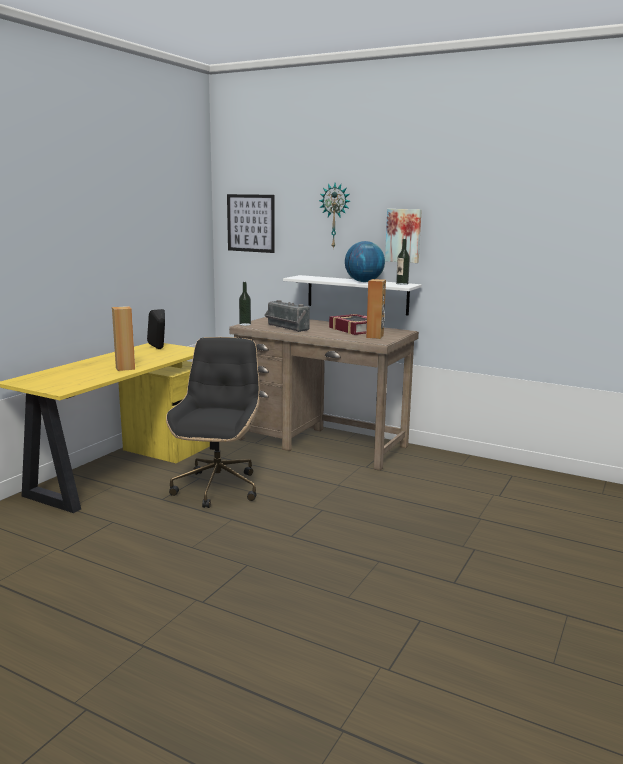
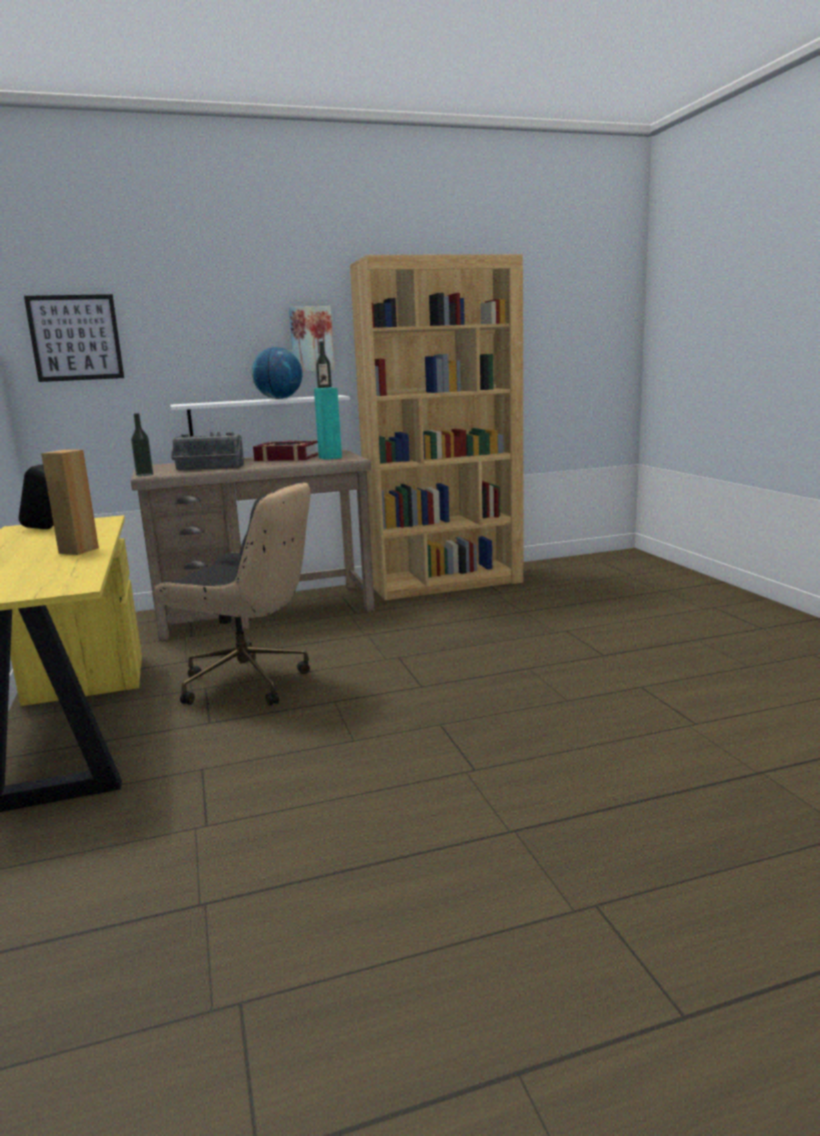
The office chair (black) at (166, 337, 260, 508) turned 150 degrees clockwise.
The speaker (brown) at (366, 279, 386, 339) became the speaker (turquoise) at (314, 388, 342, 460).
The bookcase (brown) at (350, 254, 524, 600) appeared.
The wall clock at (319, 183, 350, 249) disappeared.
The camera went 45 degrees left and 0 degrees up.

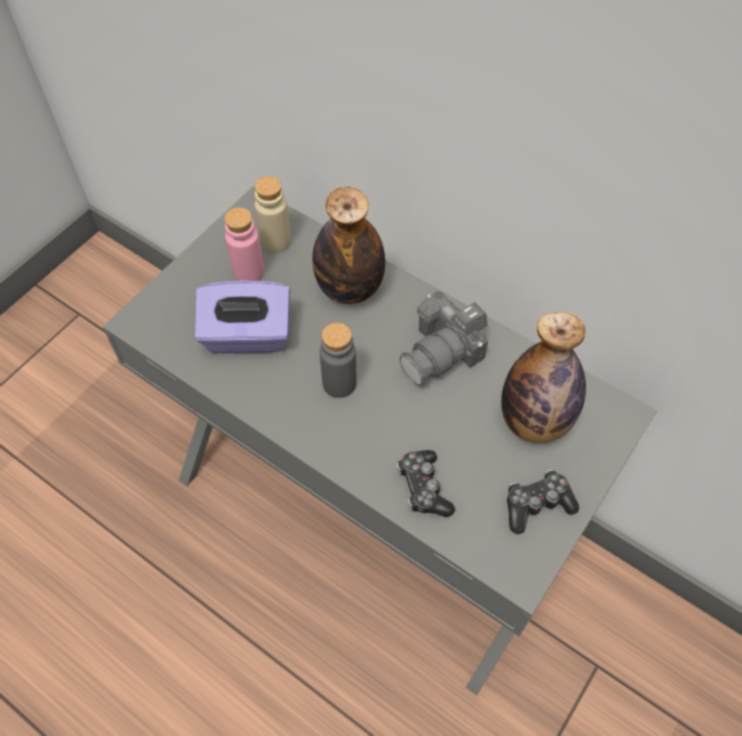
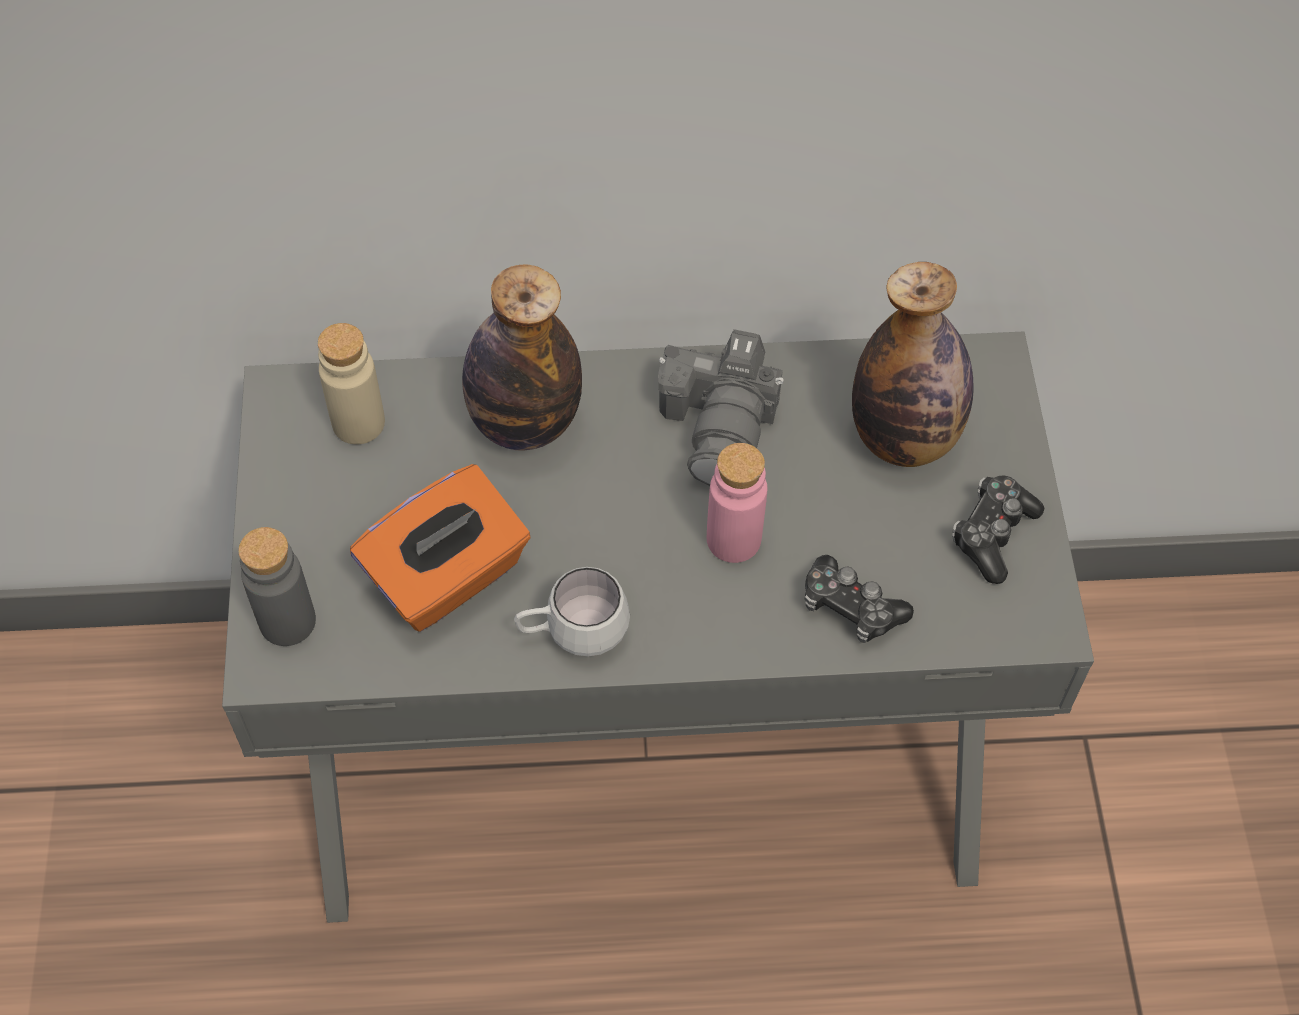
The bottle (grey) moved from (320, 323, 357, 398) to (238, 527, 316, 646).
The tissue box (purple) at (195, 281, 290, 353) became the tissue box (orange) at (350, 464, 531, 632).
The mug (white) at (514, 567, 630, 656) appeared.
The bottle (pink) moved from (224, 207, 264, 281) to (707, 443, 767, 563).
The camera went 40 degrees left and 0 degrees up.

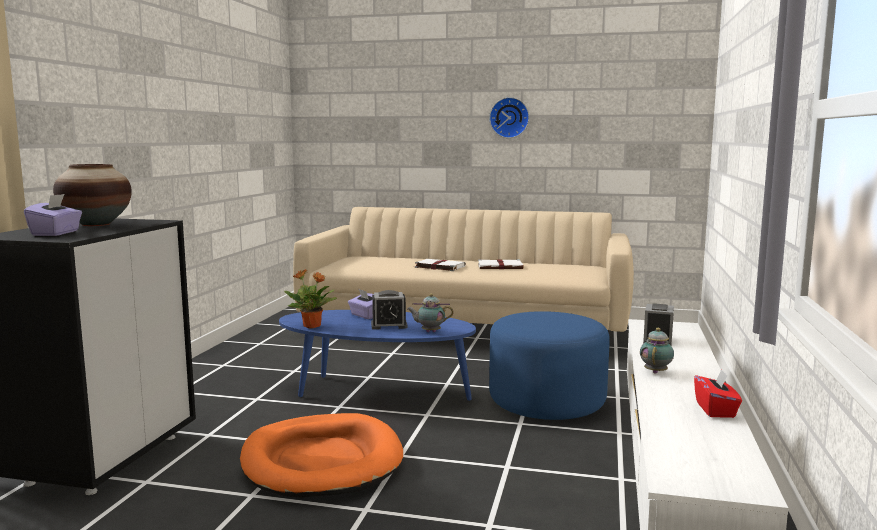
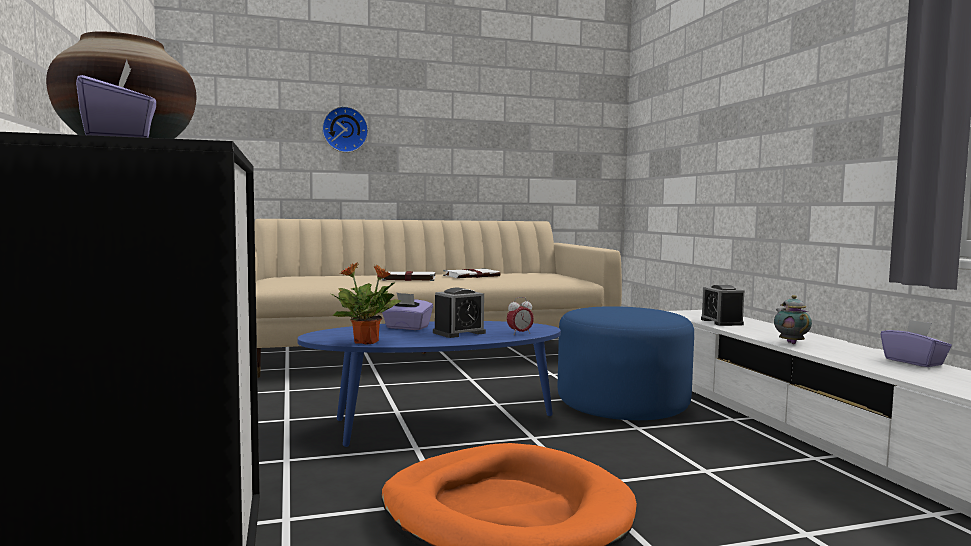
The wall clock moved from (489, 97, 529, 138) to (322, 106, 368, 153).
The teapot at (407, 294, 454, 332) was replaced by the alarm clock at (507, 297, 534, 335).
The tissue box (red) at (694, 369, 742, 418) became the tissue box (purple) at (881, 320, 952, 367).
The camera went 30 degrees left and 5 degrees down.

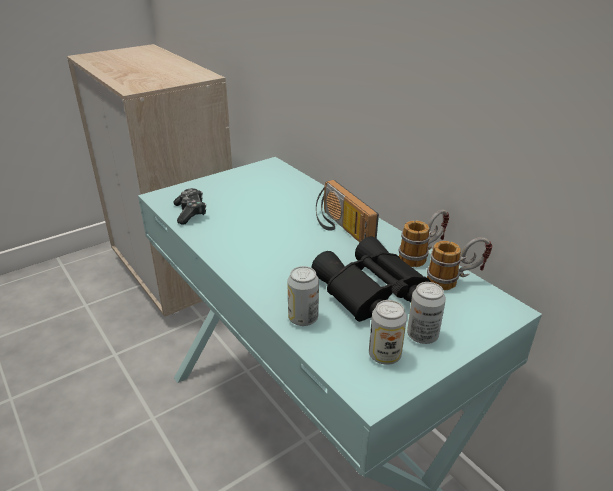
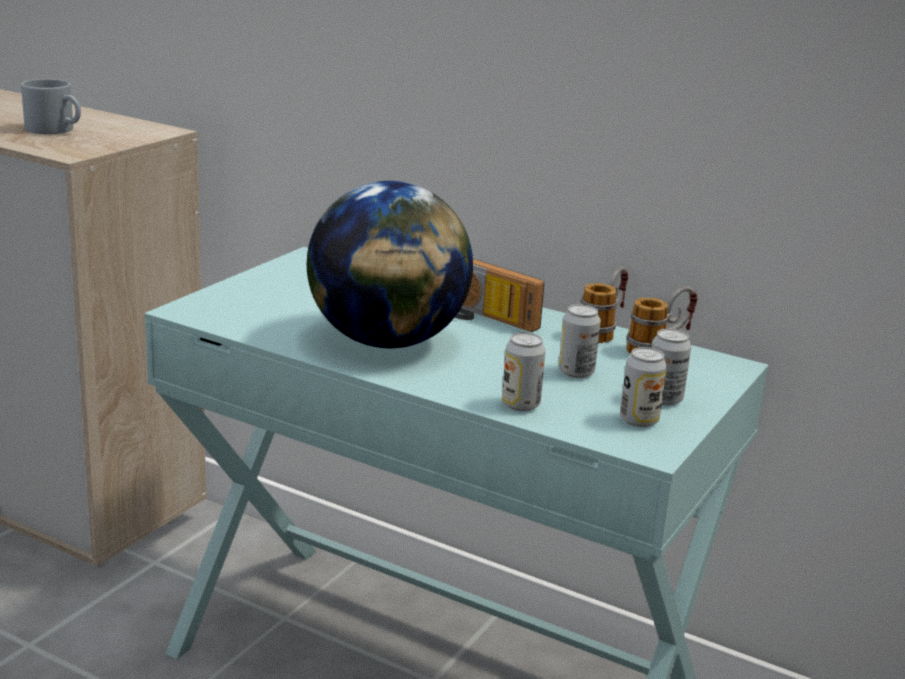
The mug (grey) at (21, 79, 81, 134) appeared.
The globe at (307, 181, 473, 348) appeared.
The binoculars (black) at (311, 236, 431, 322) was replaced by the can at (559, 304, 601, 378).
The game controller at (173, 188, 206, 225) disappeared.
The camera went 25 degrees left and 10 degrees down.

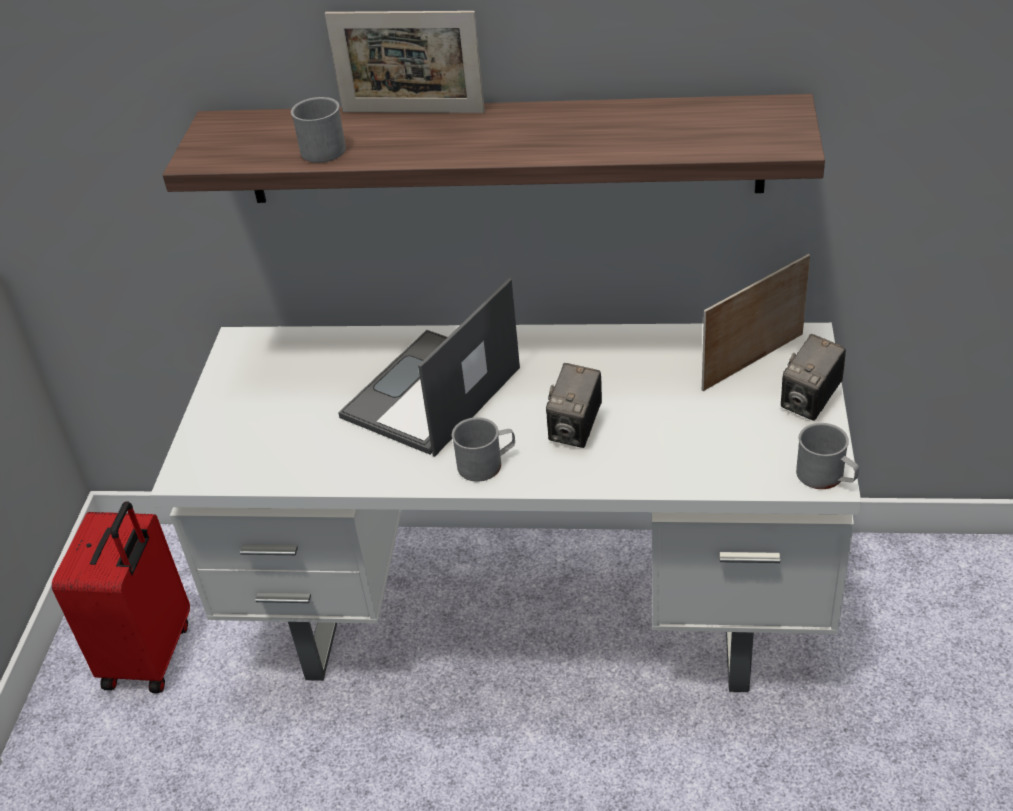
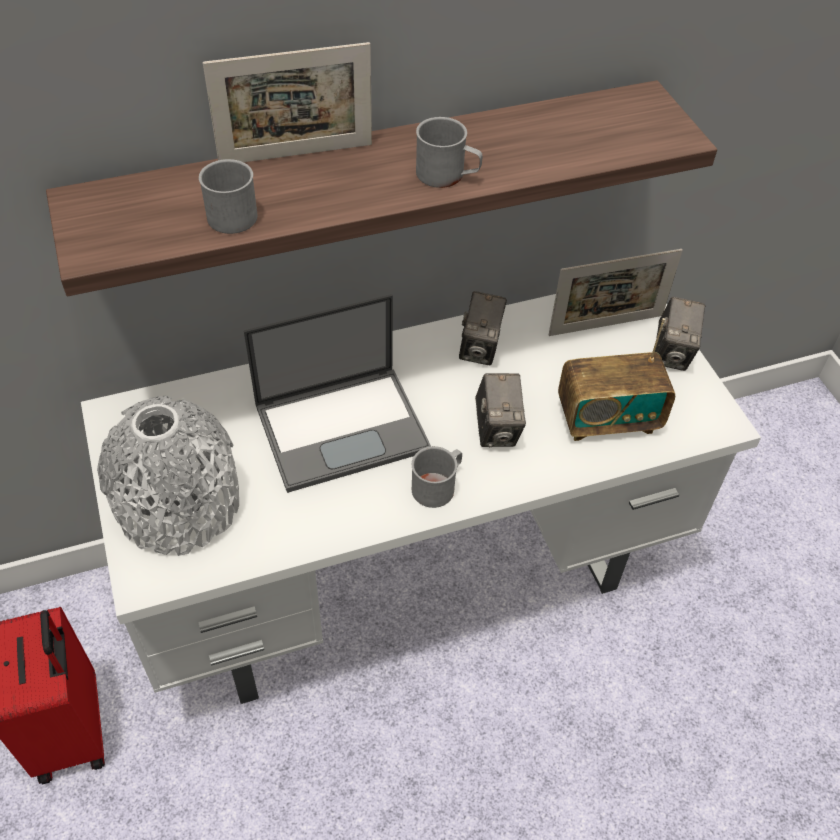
The vase (grey) at (97, 396, 239, 556) appeared.
The laptop at (338, 278, 520, 457) turned 120 degrees counterclockwise.
The mug (grey) moved from (796, 423, 859, 489) to (416, 117, 483, 188).
The photo camera at (459, 291, 507, 365) appeared.
The picture frame at (702, 254, 810, 391) turned 135 degrees counterclockwise.
The radio at (558, 318, 675, 441) appeared.
The camera went 30 degrees left and 10 degrees up.

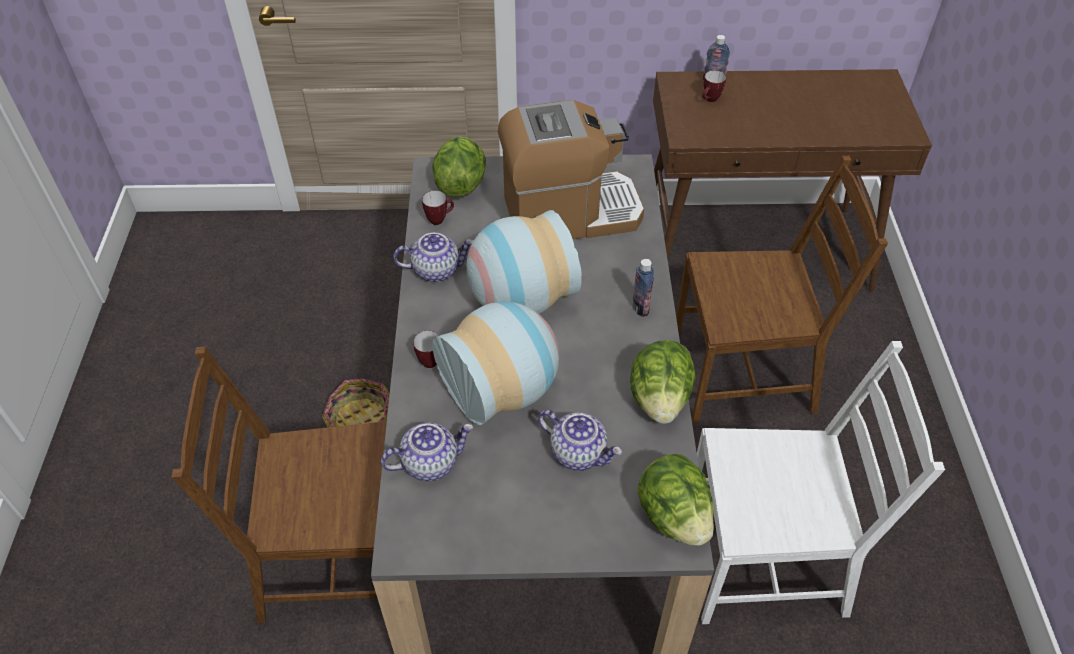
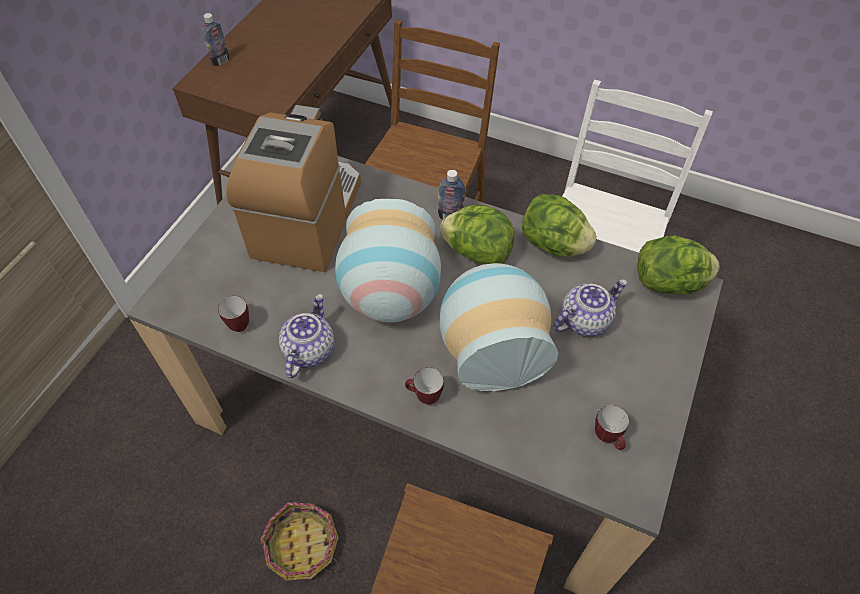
The lettuce moved from (432, 137, 486, 198) to (439, 205, 514, 264).
The mug moved from (702, 70, 726, 102) to (595, 405, 629, 450).
The teapot at (381, 423, 473, 481) disappeared.
The camera went 65 degrees left and 5 degrees up.

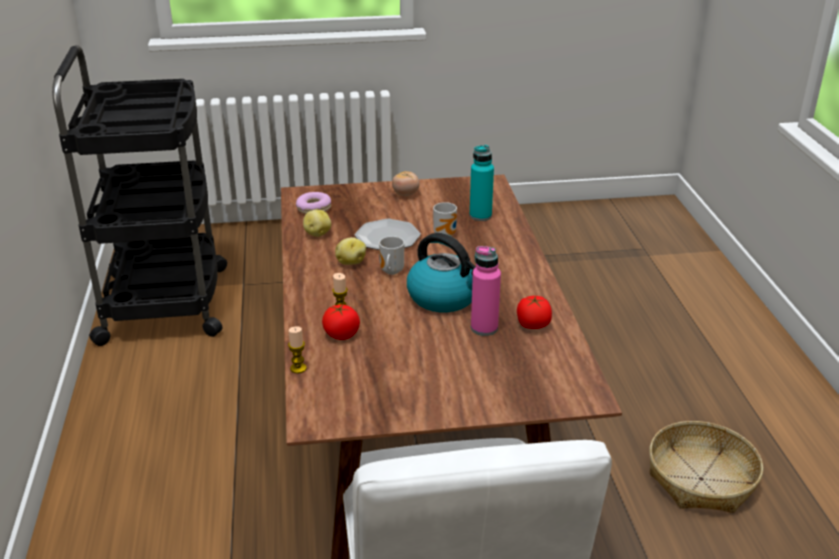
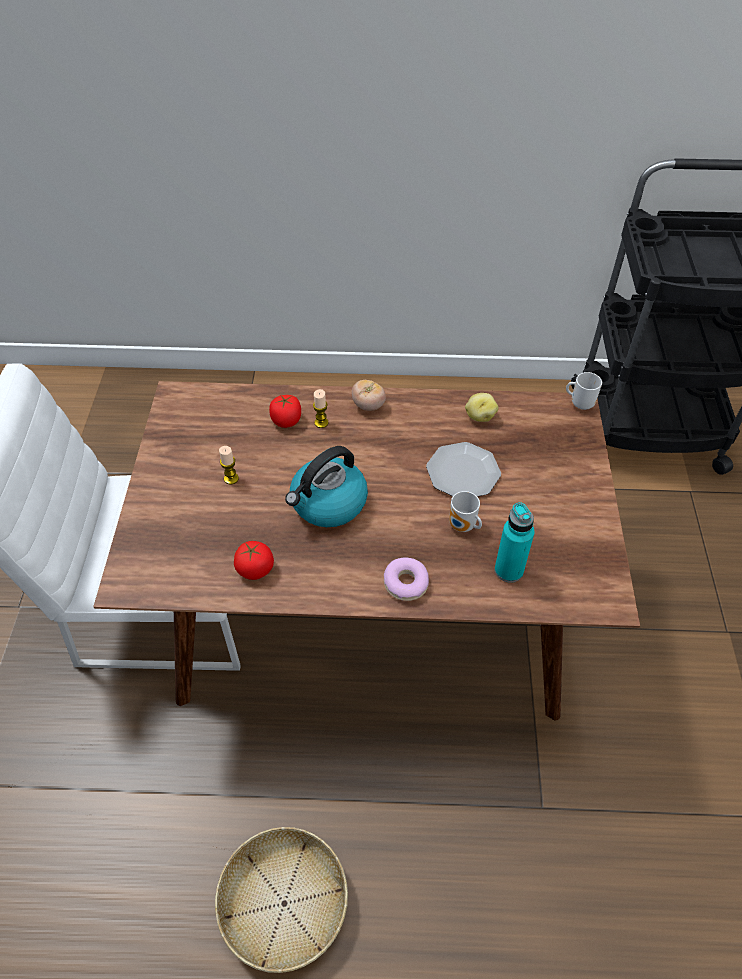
The candle moved from (288, 326, 307, 374) to (219, 446, 239, 485).
The tomato moved from (392, 171, 419, 196) to (352, 380, 386, 411).
The donut moved from (296, 192, 331, 214) to (384, 558, 429, 601).
The mug moved from (379, 236, 404, 275) to (566, 372, 602, 410).
The potato at (335, 237, 366, 265) disappeared.
The bottle (pink) at (471, 246, 501, 336) disappeared.
The camera went 100 degrees right and 20 degrees up.

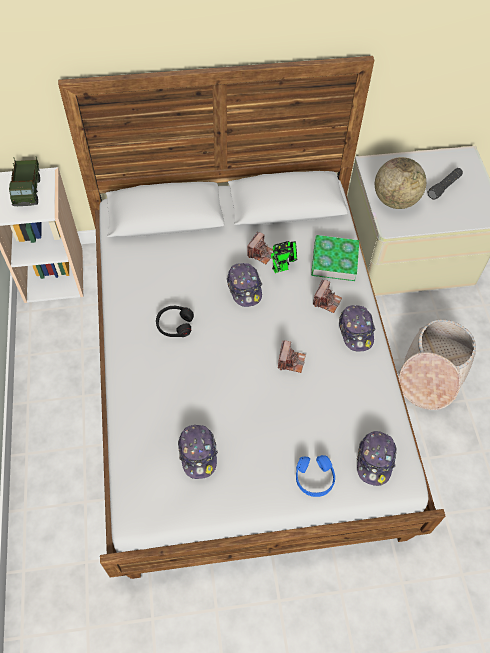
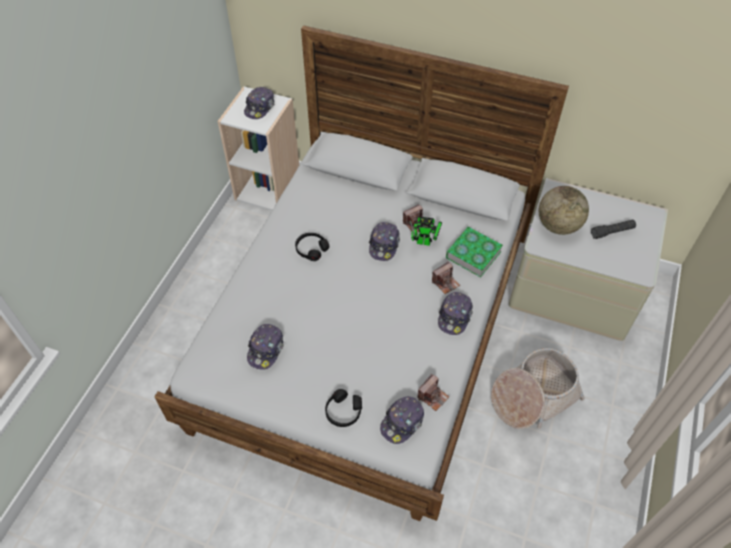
The toy truck at (9, 157, 40, 206) was replaced by the cap at (244, 87, 274, 119).
The headphones (blue) at (296, 455, 335, 497) became the headphones (black) at (325, 389, 362, 427).
The photo camera moved from (278, 340, 306, 373) to (417, 374, 449, 411).
The camera went 30 degrees right and 5 degrees down.

